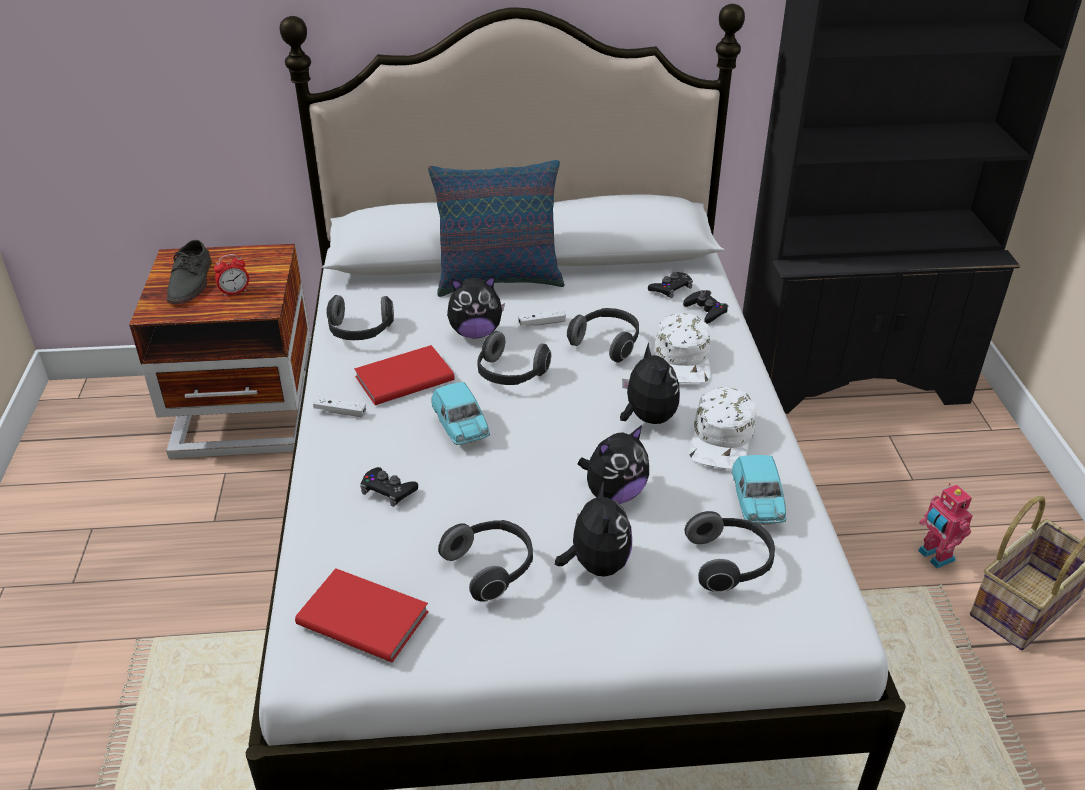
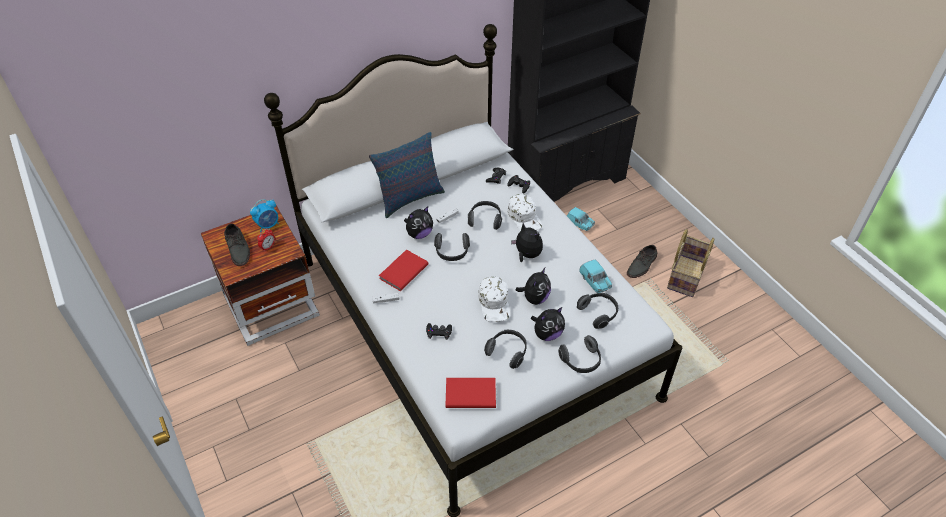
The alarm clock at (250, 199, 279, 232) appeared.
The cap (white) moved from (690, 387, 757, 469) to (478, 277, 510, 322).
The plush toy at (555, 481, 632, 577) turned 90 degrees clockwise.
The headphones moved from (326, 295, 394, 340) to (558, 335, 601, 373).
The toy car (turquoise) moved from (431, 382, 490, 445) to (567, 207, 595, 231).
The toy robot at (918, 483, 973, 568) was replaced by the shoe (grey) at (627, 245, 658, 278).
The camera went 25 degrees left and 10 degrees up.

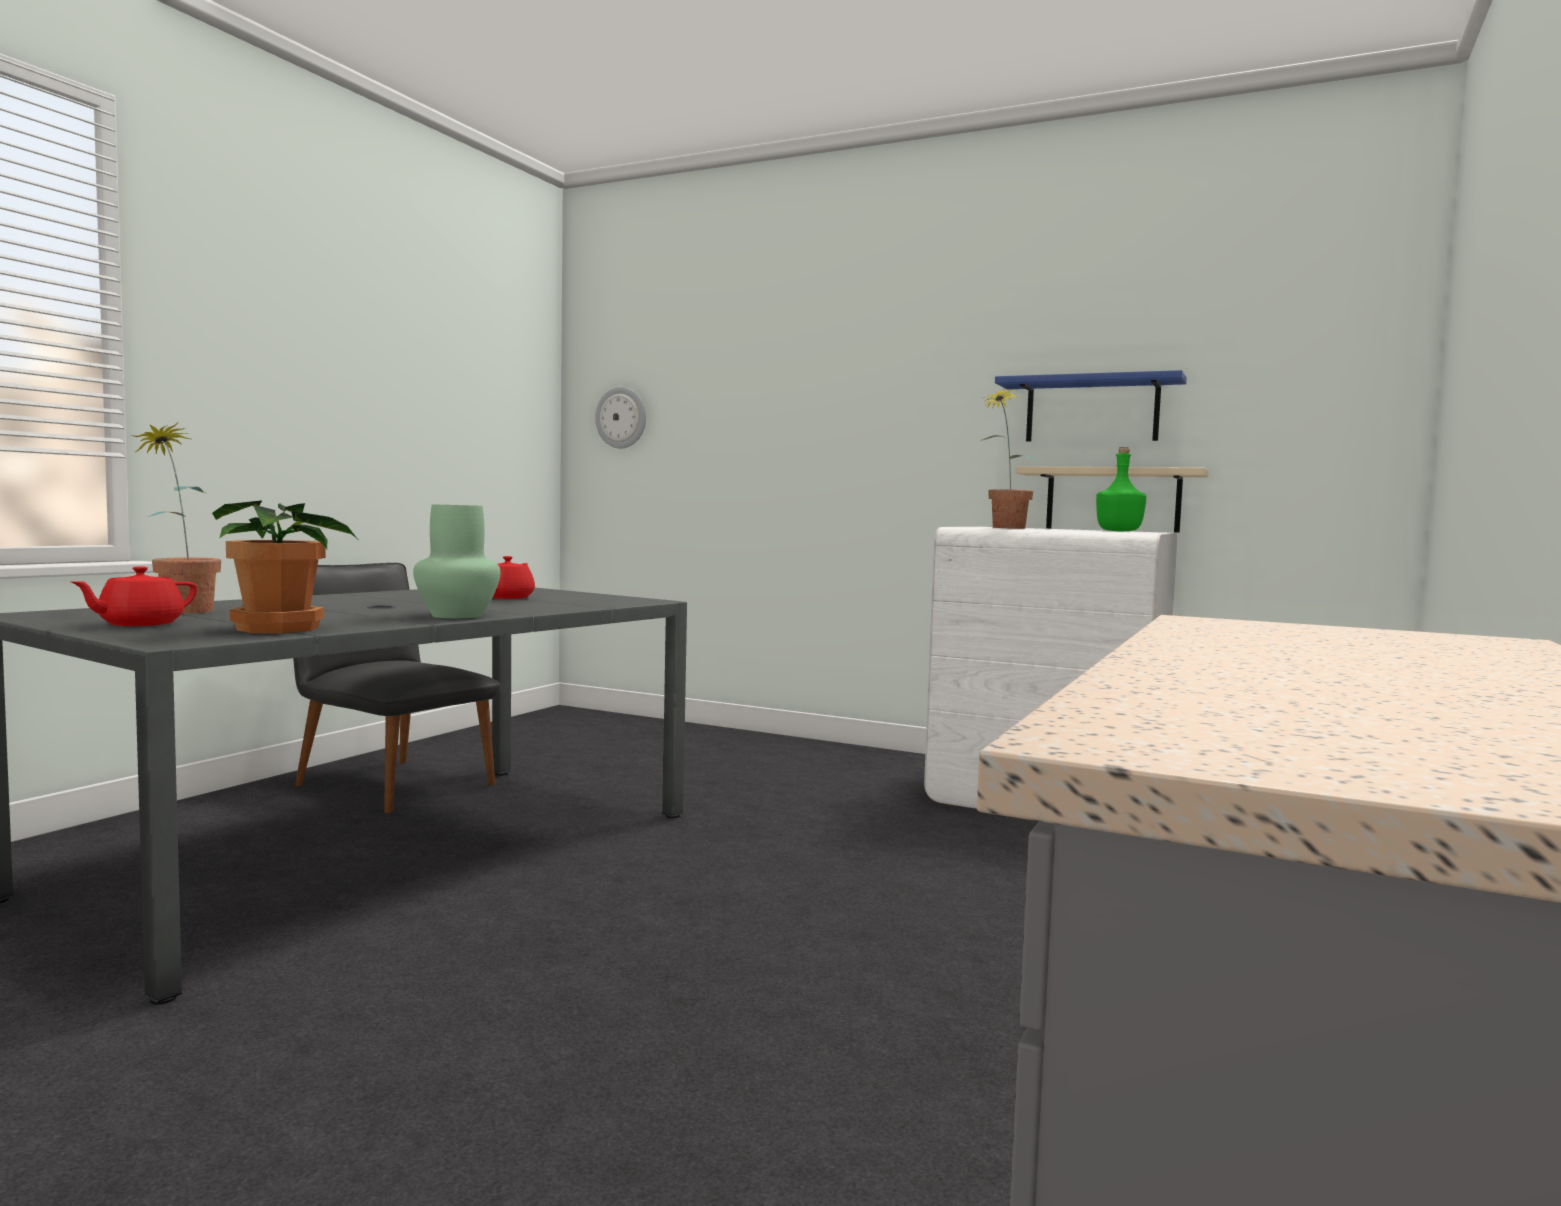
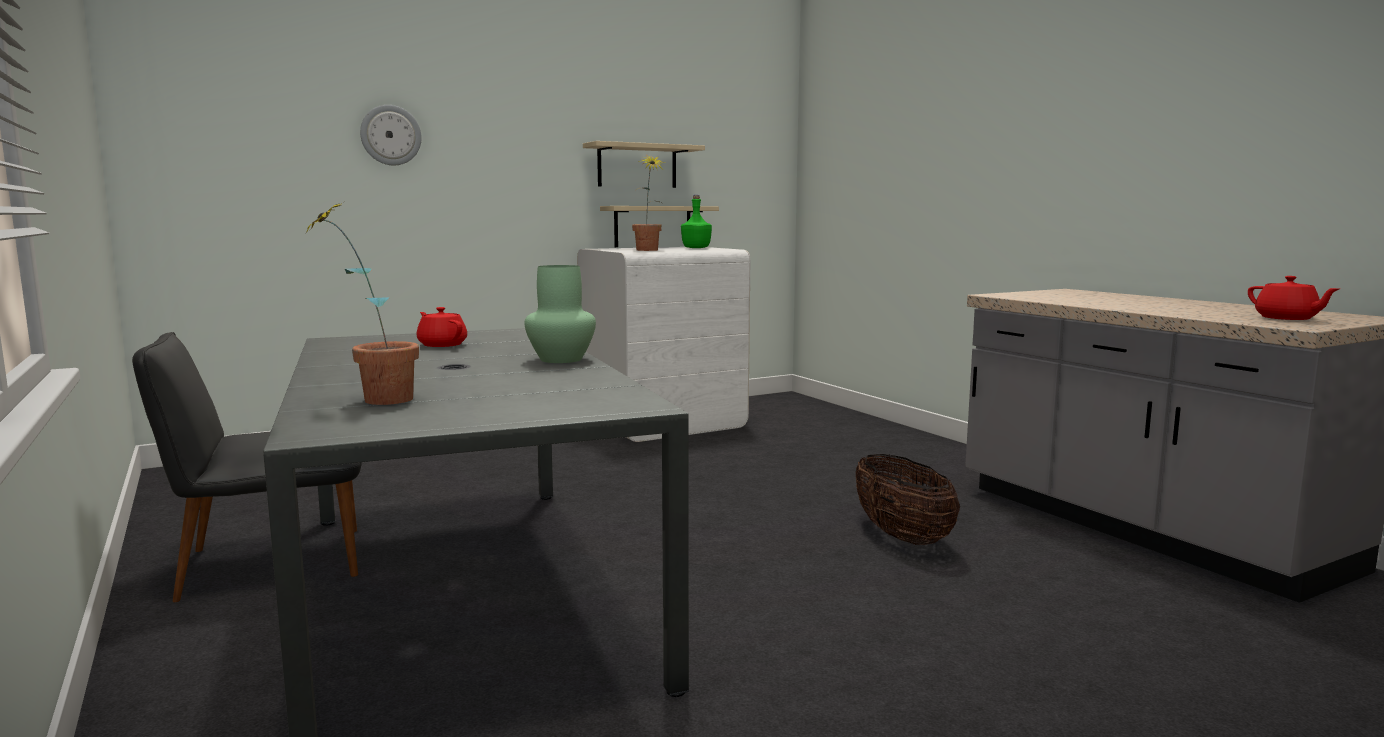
The wall clock moved from (595, 387, 646, 449) to (360, 105, 422, 165).
The shelf (blue) at (995, 370, 1187, 441) became the shelf (beige) at (583, 141, 705, 188).
The basket at (855, 454, 960, 545) appeared.
The teapot (red) moved from (71, 566, 197, 626) to (1248, 276, 1339, 320).
The potted plant at (212, 501, 357, 634) disappeared.
The camera went 55 degrees left and 5 degrees up.

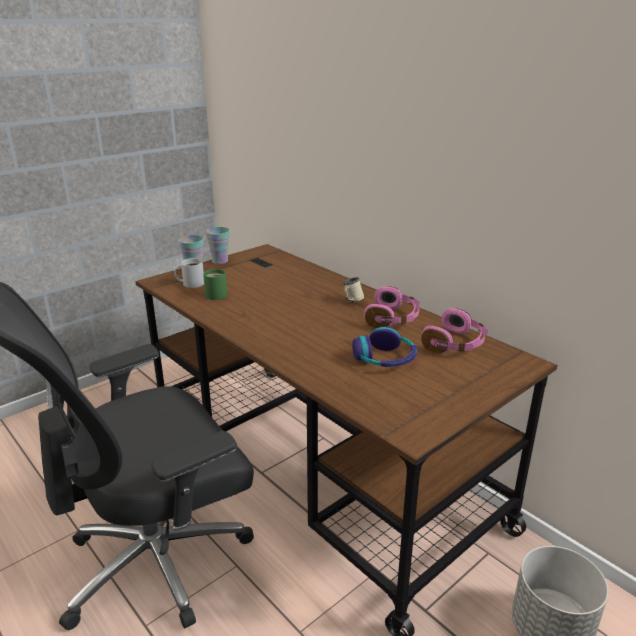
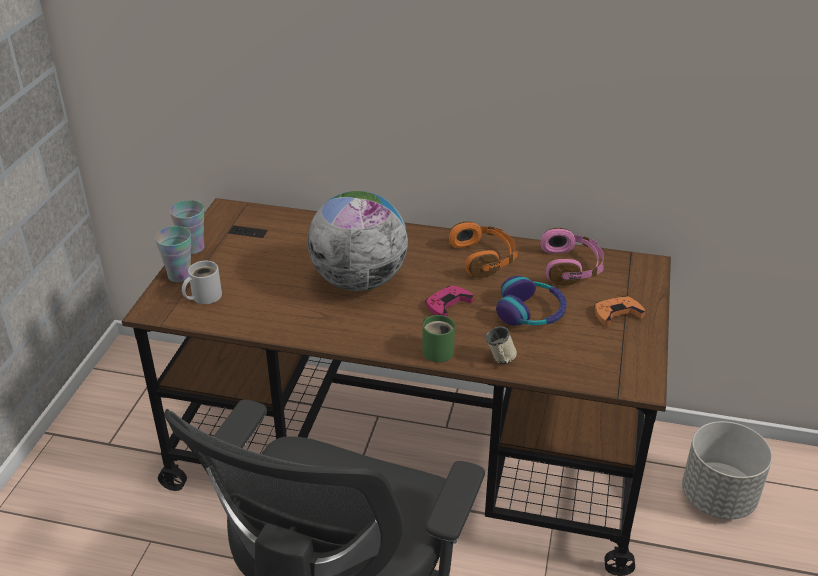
The globe at (308, 191, 408, 291) appeared.
The mug (green) moved from (203, 269, 227, 300) to (422, 315, 455, 362).
The game controller (pink) at (425, 285, 474, 317) appeared.
The headphones (pink) at (364, 286, 420, 328) became the headphones (orange) at (449, 221, 518, 278).
The mug (beige) moved from (343, 277, 364, 303) to (486, 326, 517, 364).
The game controller (orange) at (595, 296, 645, 326) appeared.
The camera went 35 degrees left and 10 degrees up.

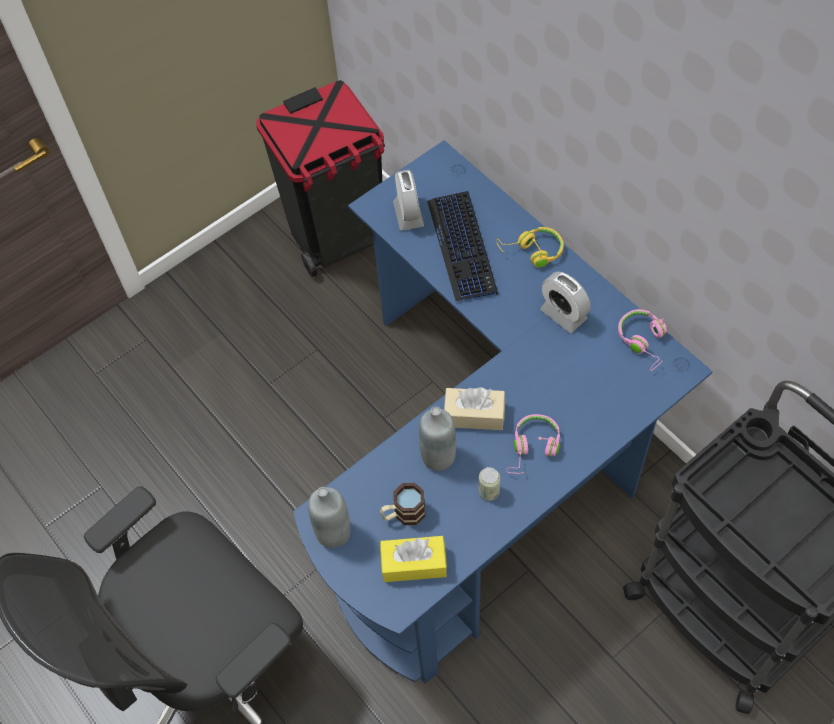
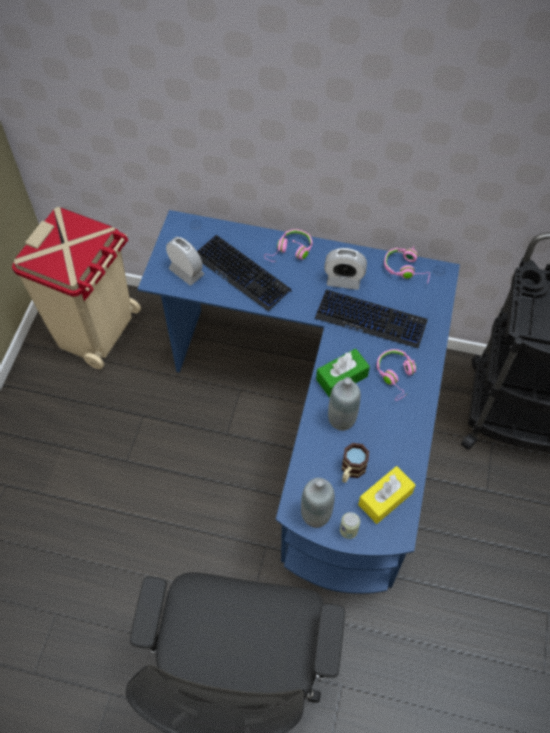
The trash can (black) at (256, 80, 385, 277) became the trash can (beige) at (12, 207, 141, 369).
The headphones (yellow) at (496, 227, 564, 268) became the headphones (pink) at (264, 229, 312, 262).
The keyboard at (315, 290, 428, 348) appeared.
The tissue box (beige) at (444, 387, 505, 430) became the tissue box (green) at (316, 349, 370, 397).
The can moved from (479, 467, 500, 501) to (340, 512, 360, 539).
The camera went 40 degrees left and 0 degrees up.

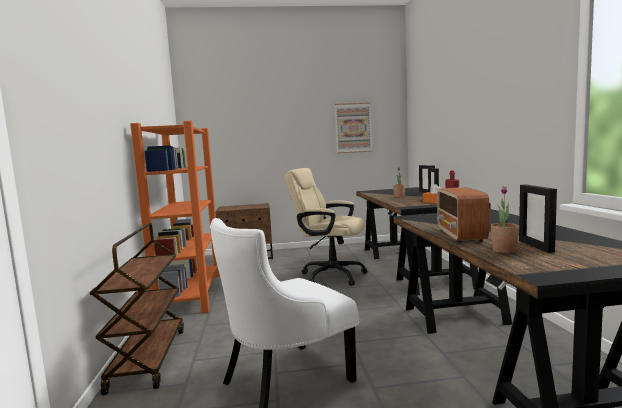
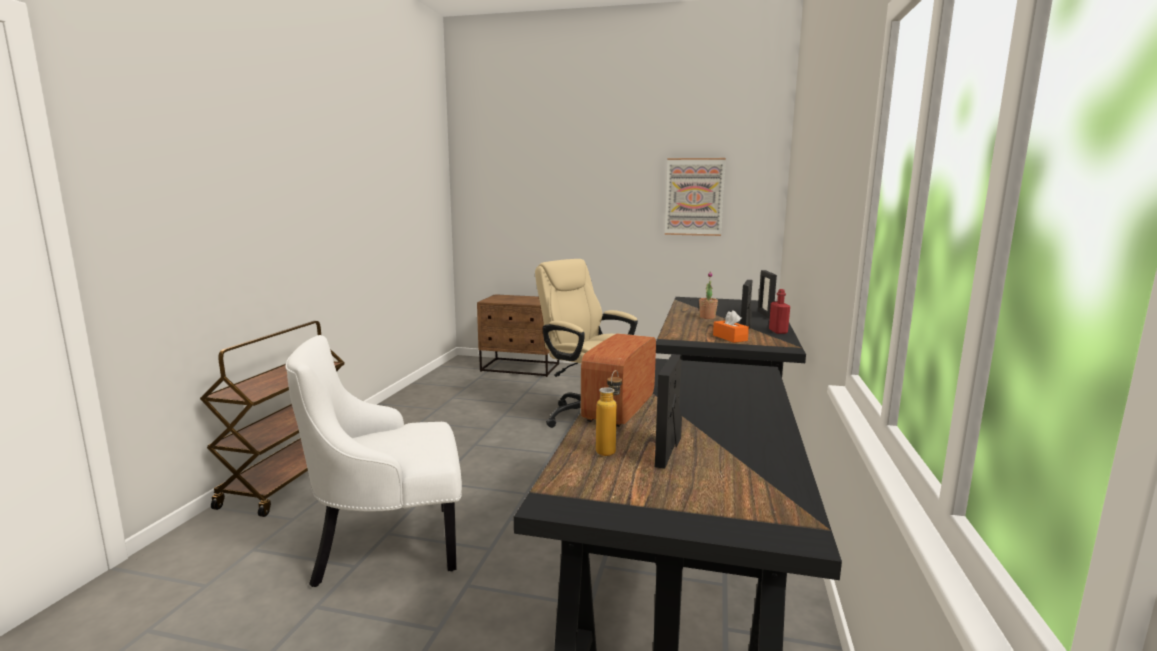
The potted plant at (490, 186, 519, 253) was replaced by the bottle at (596, 370, 622, 456).
The bookcase (orange) at (130, 121, 220, 313) disappeared.
The camera went 20 degrees right and 5 degrees up.

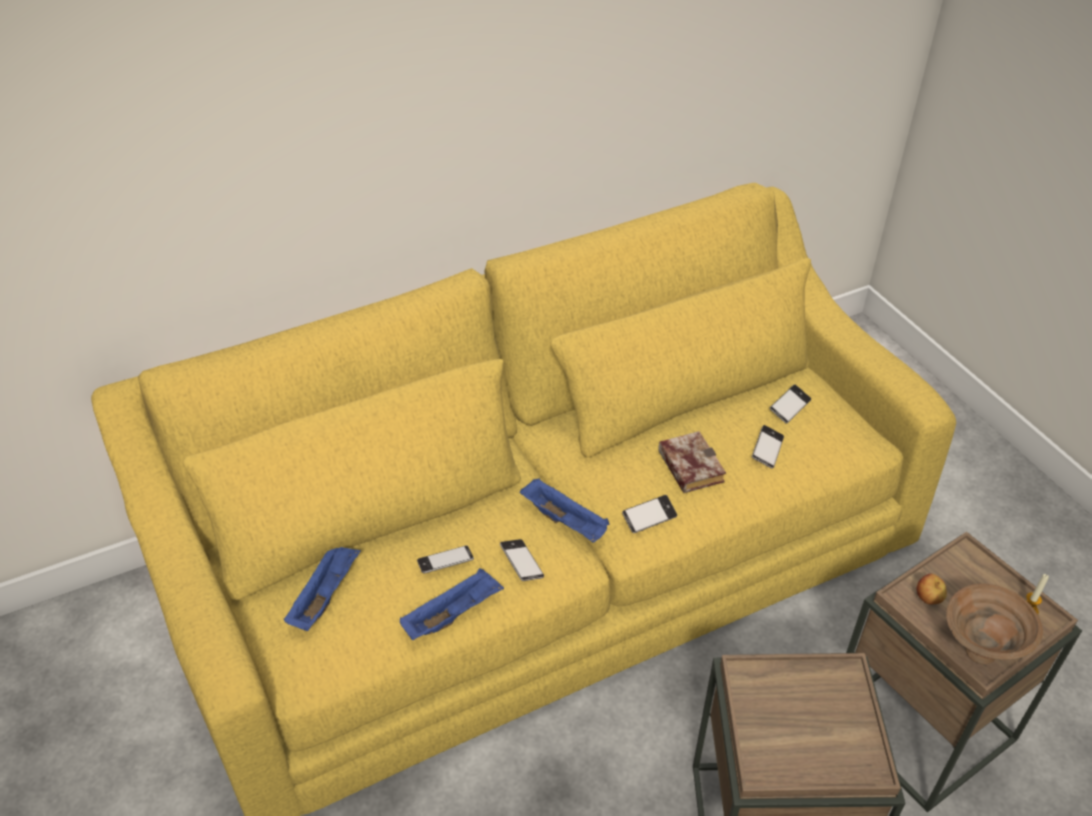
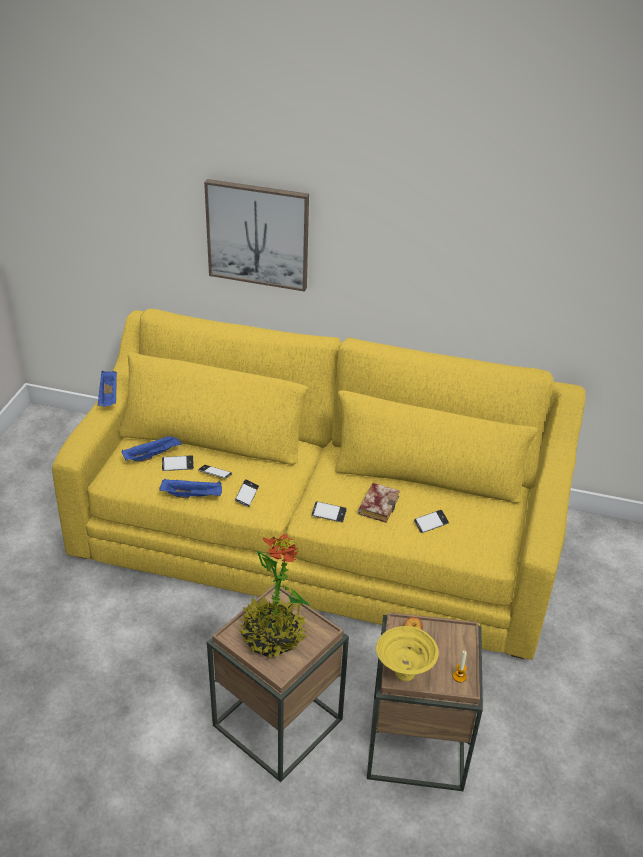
The tray (blue) moved from (520, 478, 609, 543) to (98, 371, 117, 407).
The phone moved from (770, 384, 811, 423) to (162, 455, 194, 471).
The picture at (204, 179, 309, 292) appeared.
The potted plant at (239, 533, 310, 658) appeared.
The bowl (brown) at (946, 584, 1043, 665) became the bowl (yellow) at (376, 626, 439, 681).
The camera went 40 degrees right and 5 degrees down.

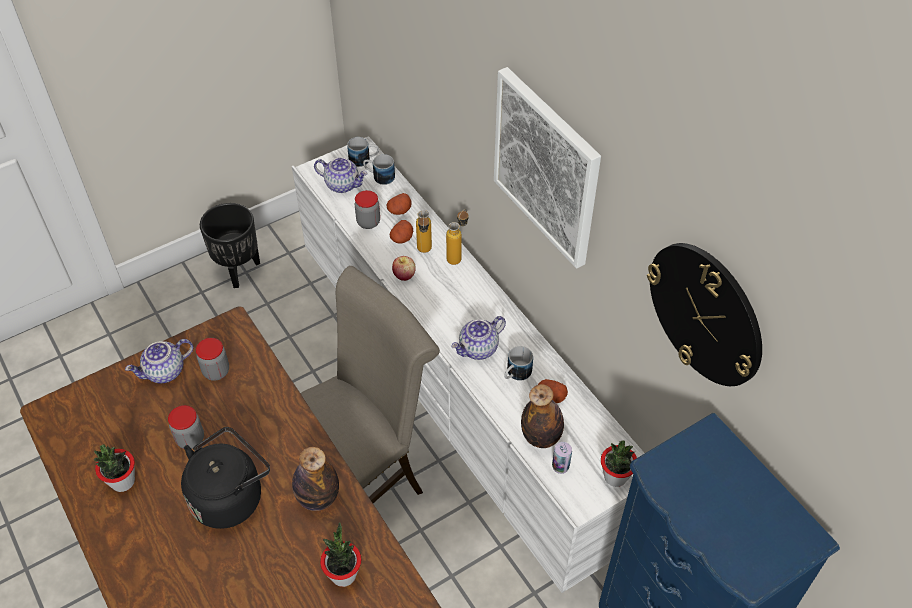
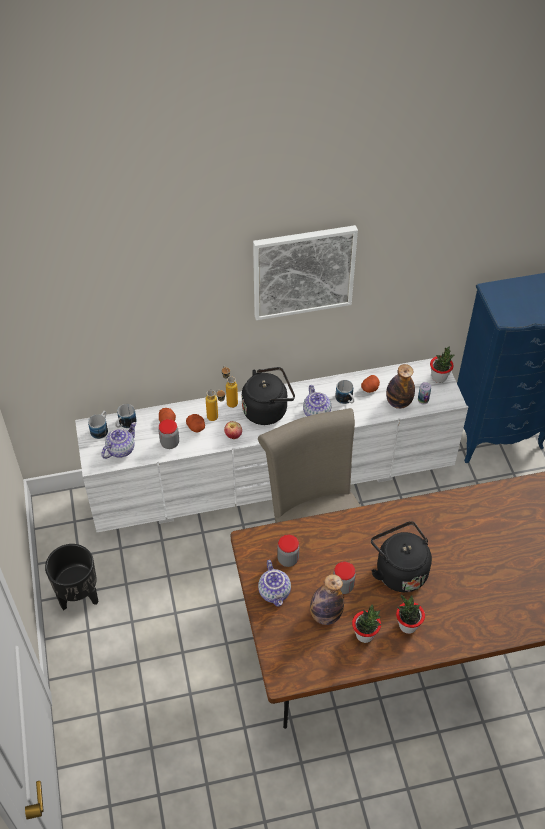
The kettle (black) at (242, 367, 295, 425) appeared.
The bottle moved from (292, 447, 339, 511) to (310, 574, 344, 625).
The potted plant moved from (320, 522, 361, 587) to (396, 594, 425, 634).
The wall clock at (647, 243, 762, 386) disappeared.
The camera went 70 degrees left and 0 degrees up.

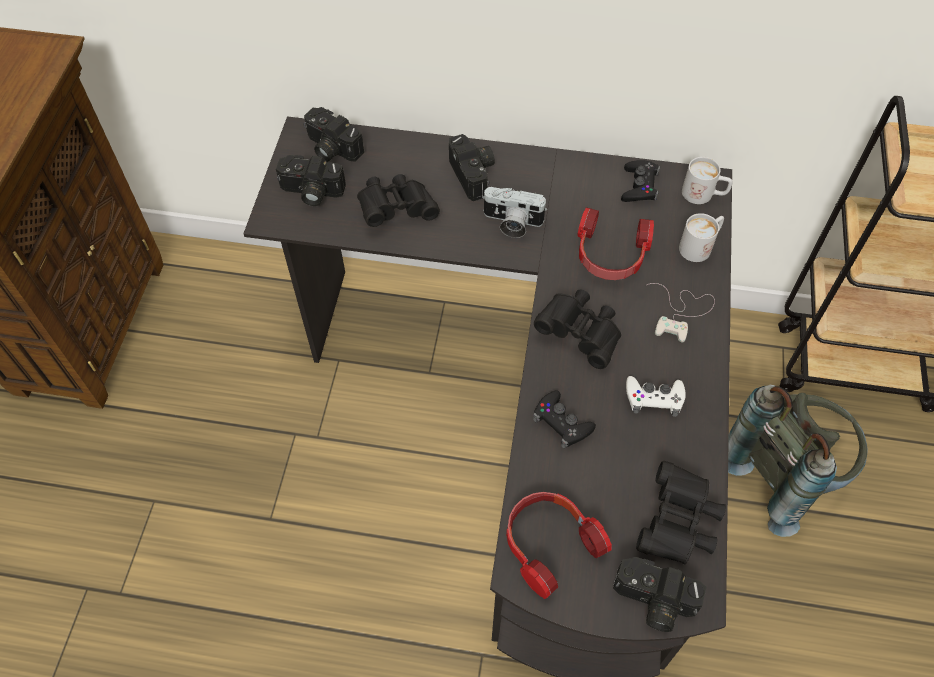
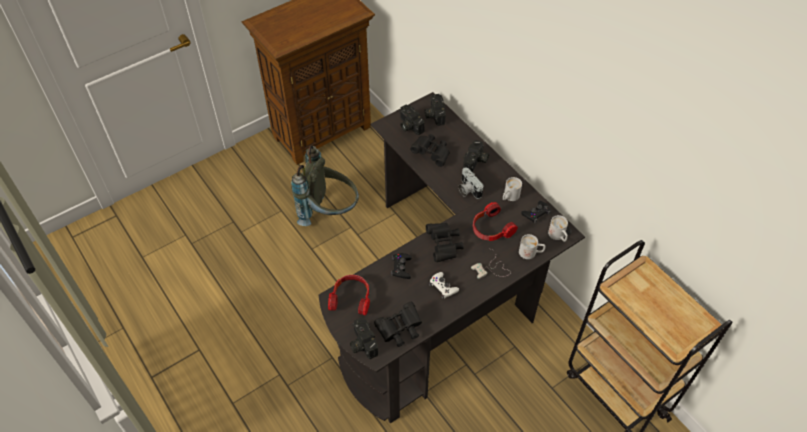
The backpack (grey) moved from (728, 385, 868, 537) to (291, 145, 359, 226).
The mug (white) at (503, 177, 522, 201) appeared.
The camera went 45 degrees right and 5 degrees down.

